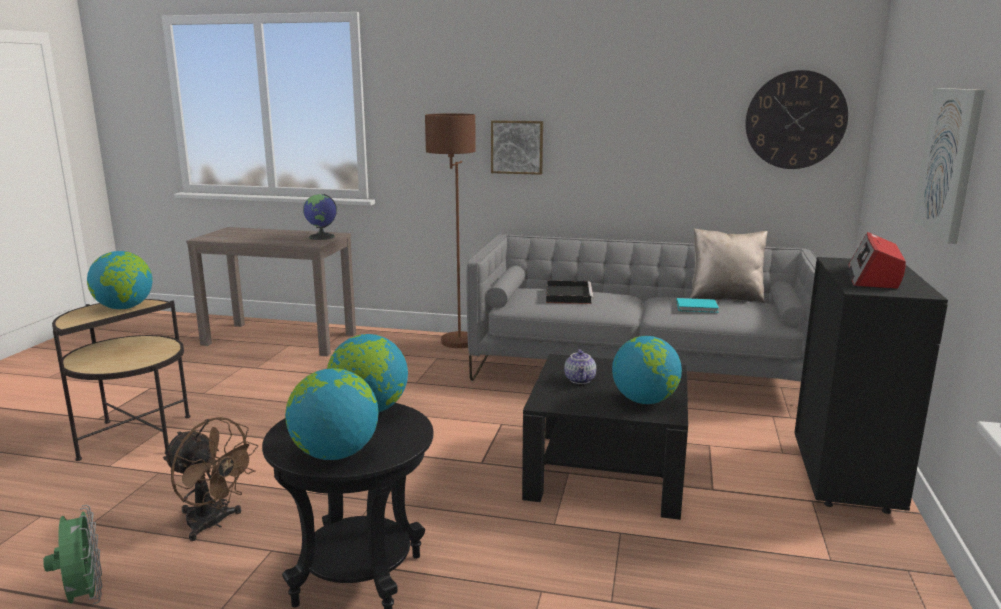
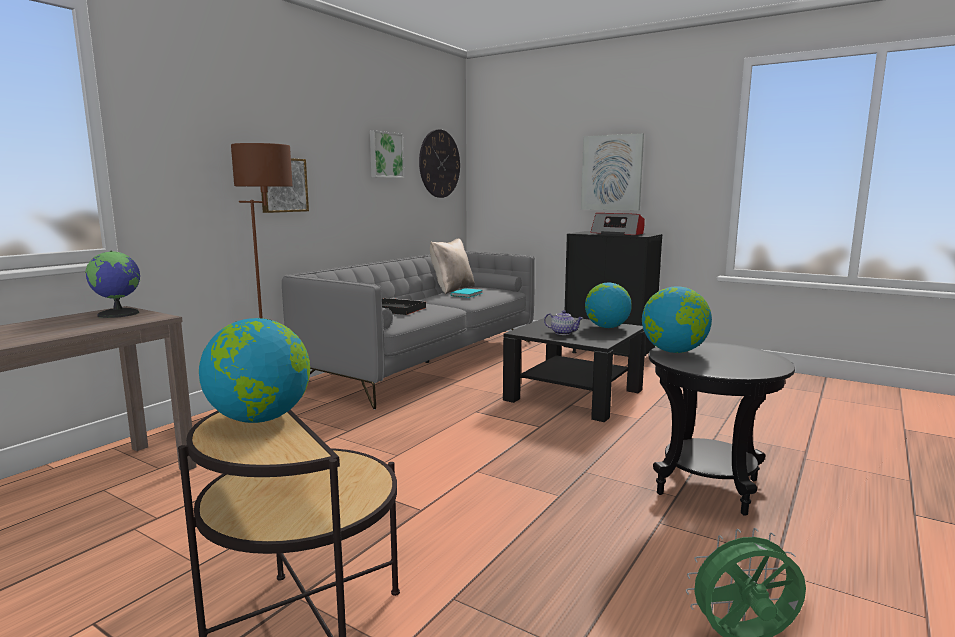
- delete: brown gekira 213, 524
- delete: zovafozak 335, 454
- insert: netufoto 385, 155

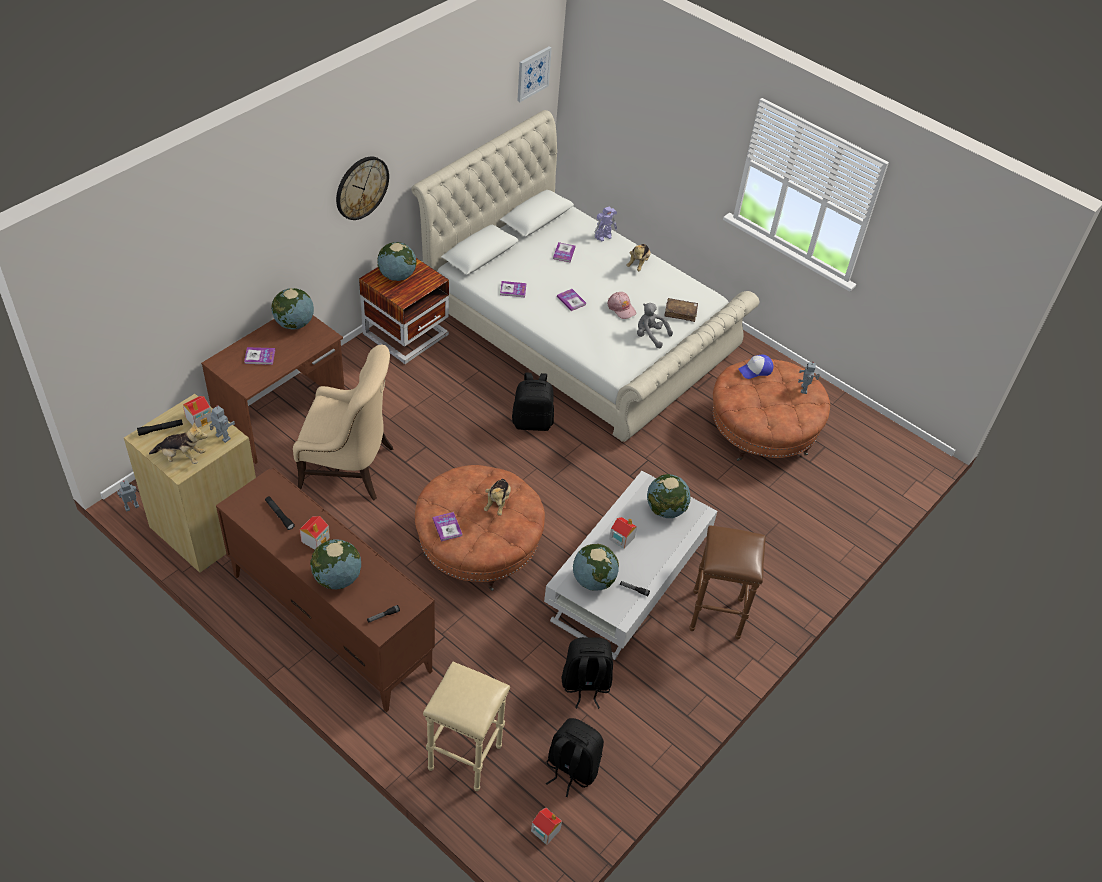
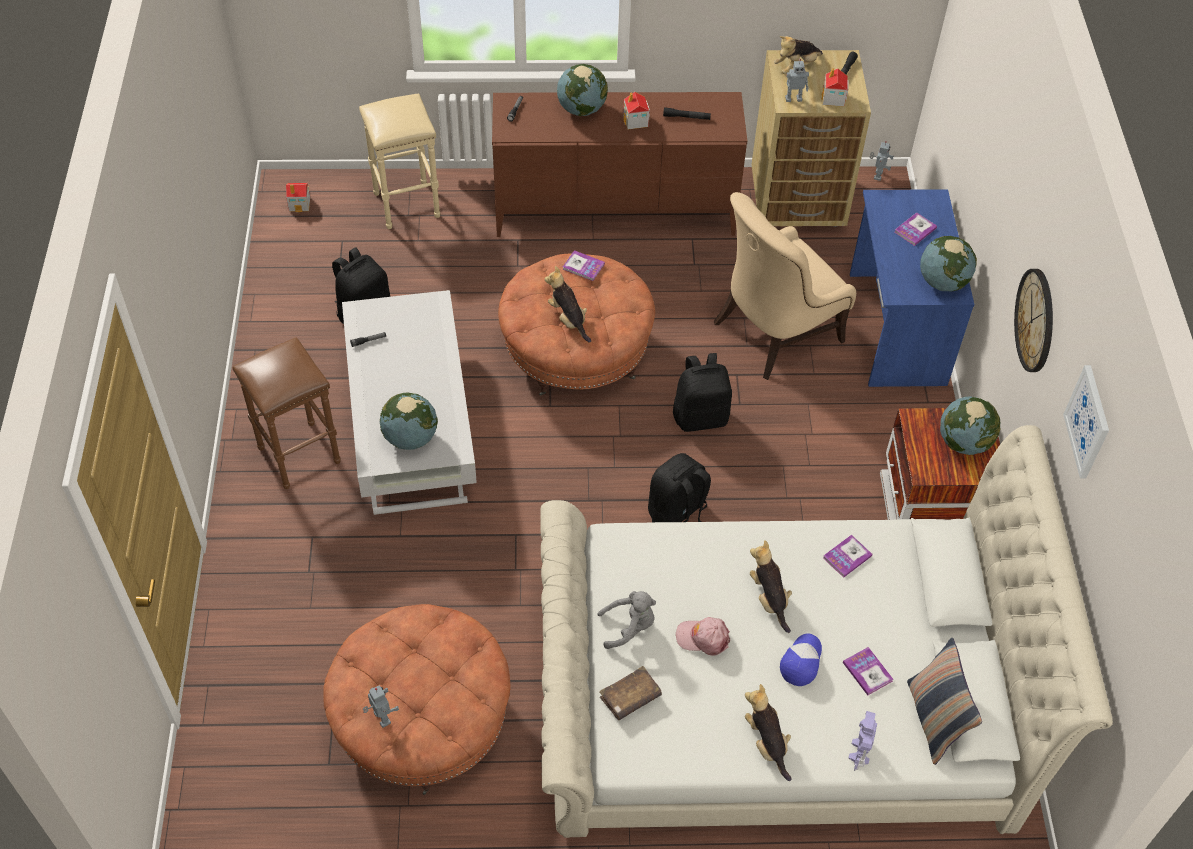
- delete: zovafozak 593, 580
- delete: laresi 621, 538
- insert: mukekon 933, 720
- move: netufoto 533, 73 to 1088, 422
- move: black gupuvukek 571, 769 to 701, 416
- move: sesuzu 755, 370 to 801, 661
- replace: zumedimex 571, 300 to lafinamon 769, 598
- recolor: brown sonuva 283, 417 to blue sonuva 895, 329

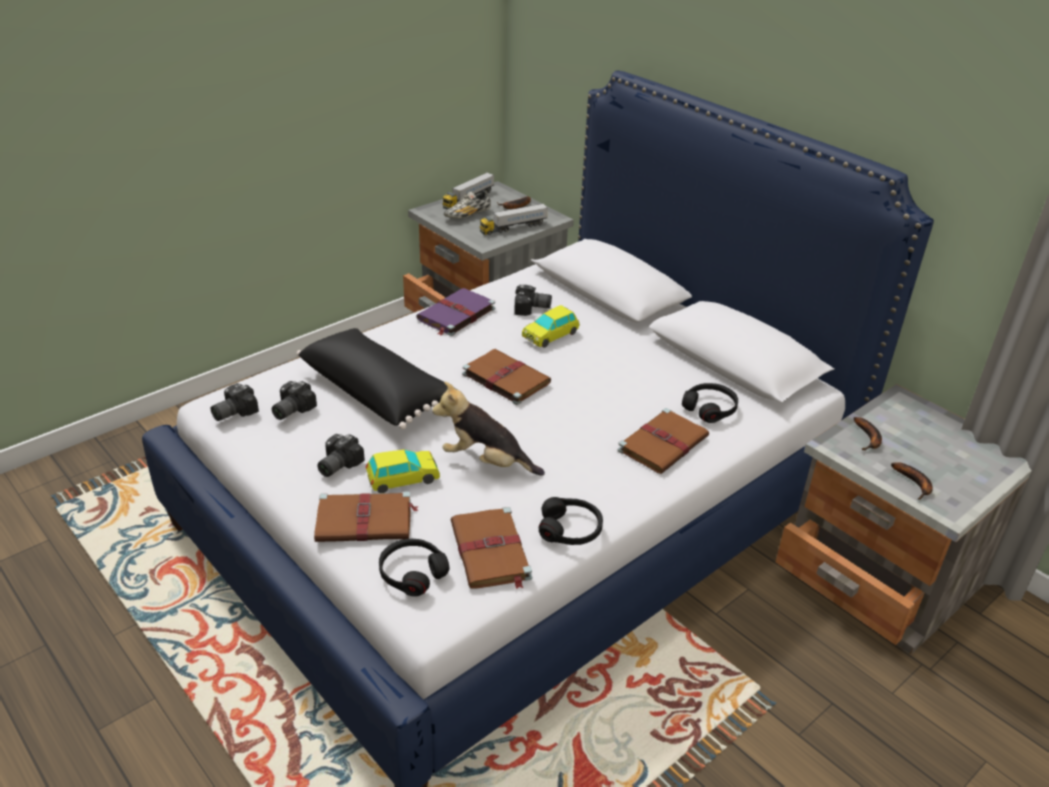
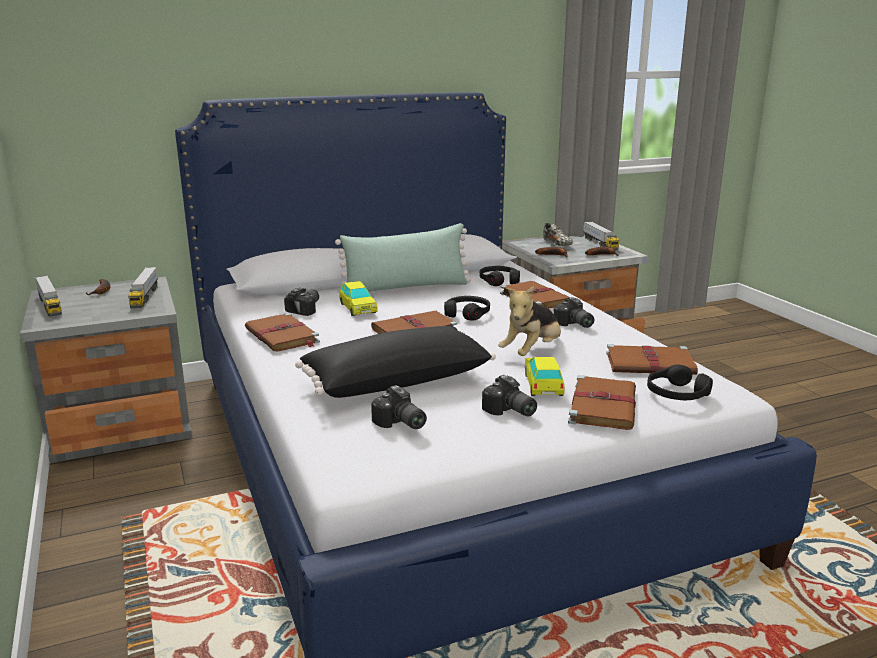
- insert: green mukekon 406, 288
- insert: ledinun 600, 243
- move: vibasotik 232, 412 to 573, 324
- move: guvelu 467, 215 to 557, 244
- move: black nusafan 570, 529 to 467, 314
- recolor: purple zumedimex 455, 314 to brown zumedimex 282, 336

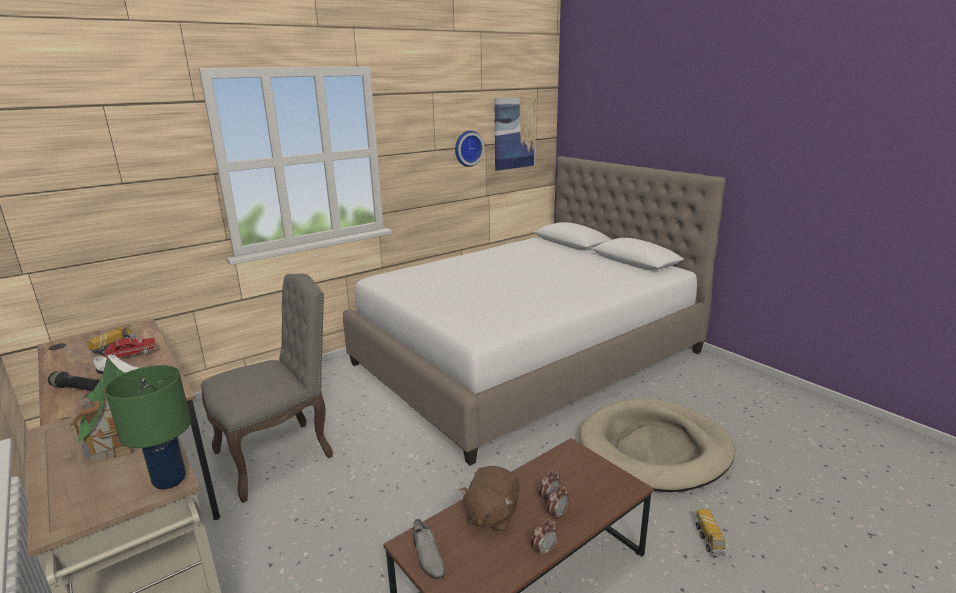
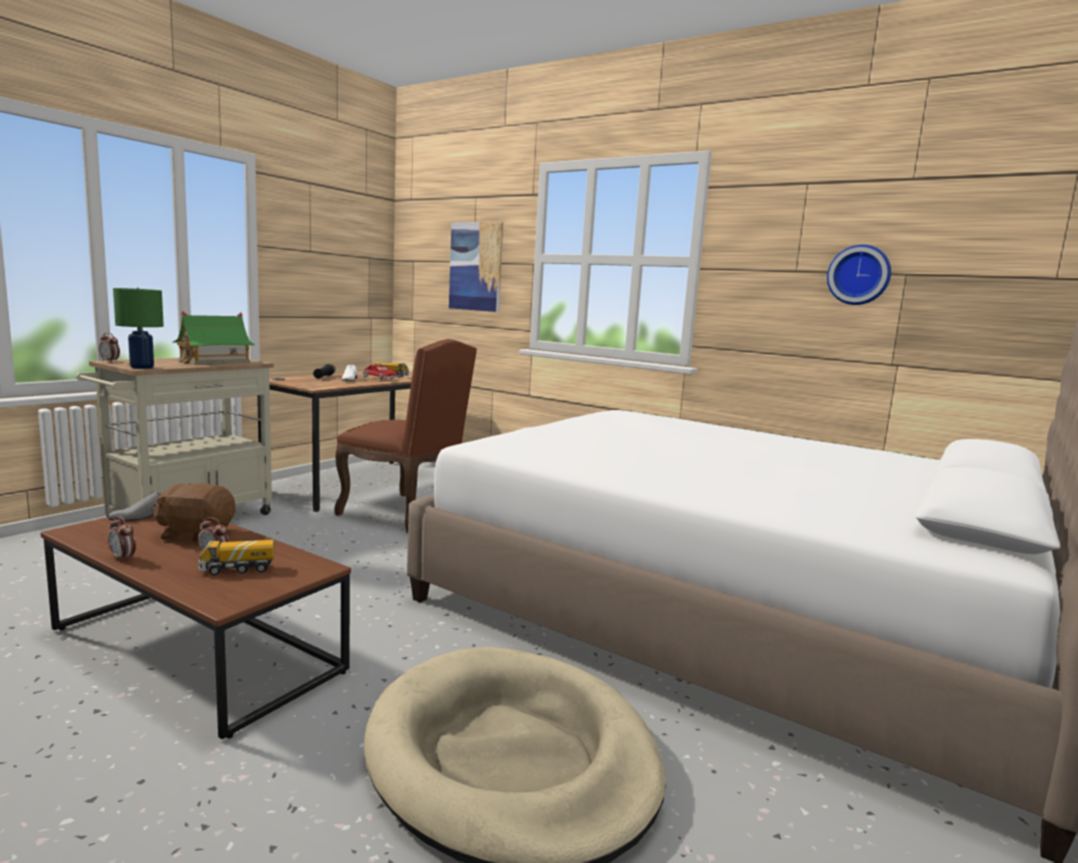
- move: netufoto 514, 133 to 476, 266
- move: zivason 557, 514 to 110, 361
- move: ledinun 709, 540 to 237, 569
- recolor: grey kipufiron 277, 455 to brown kipufiron 404, 514

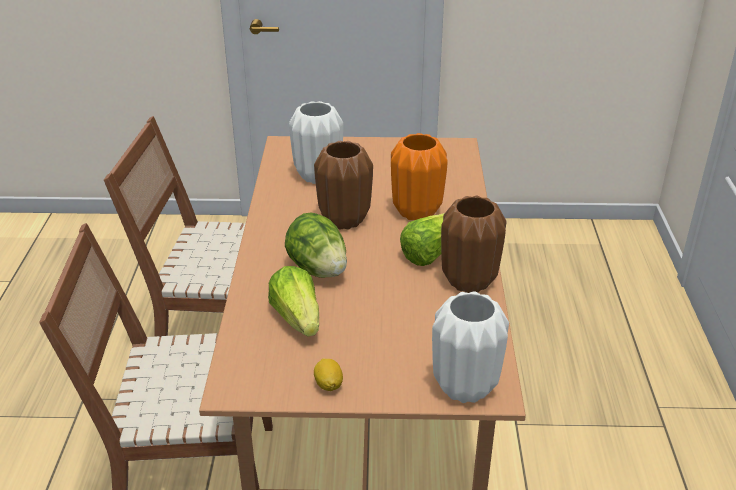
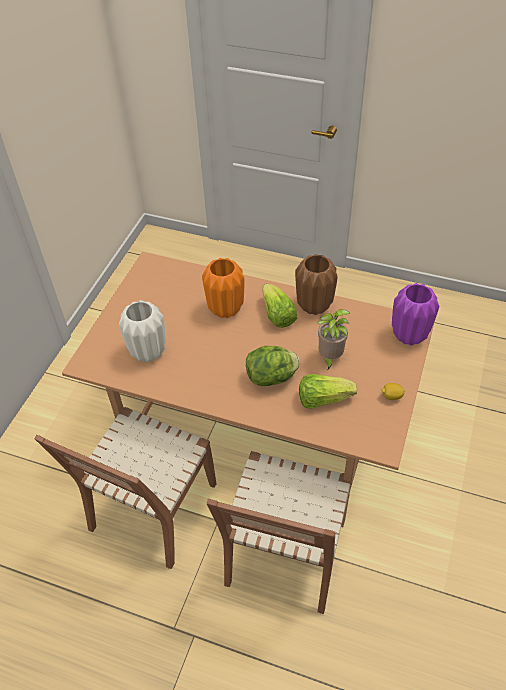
- delete: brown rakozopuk 344, 220
- insert: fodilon 329, 358
- recolor: white rakozopuk 466, 387 to purple rakozopuk 409, 335

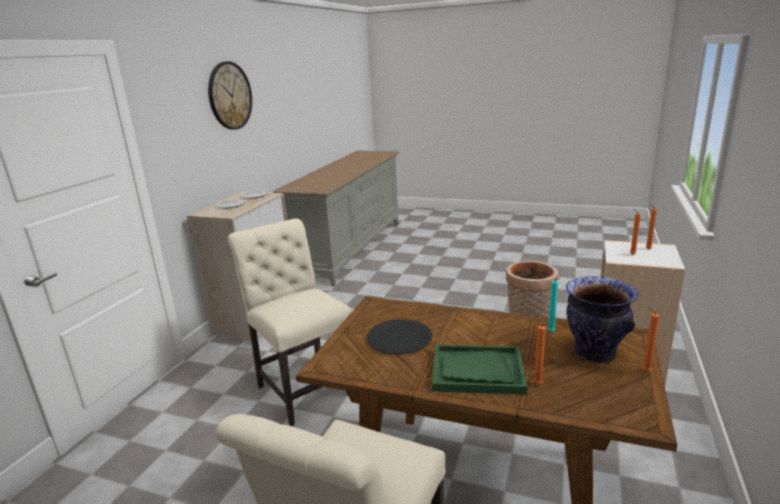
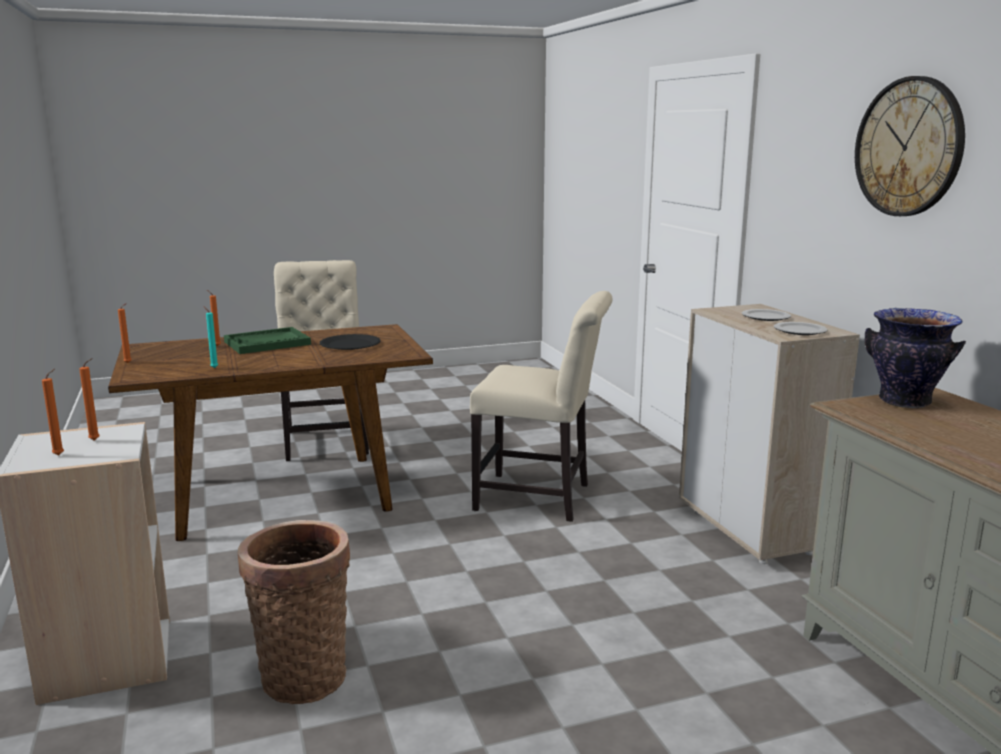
- move: rakozopuk 595, 353 to 904, 402

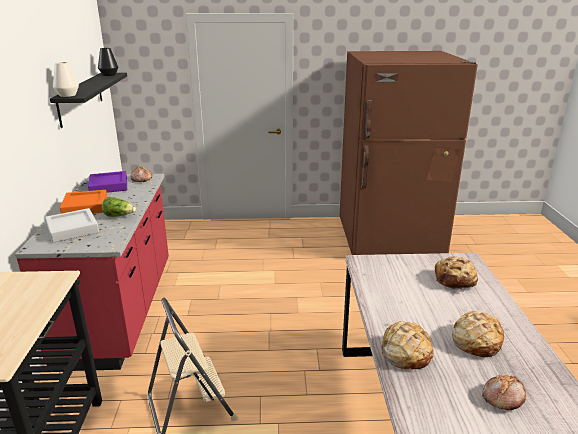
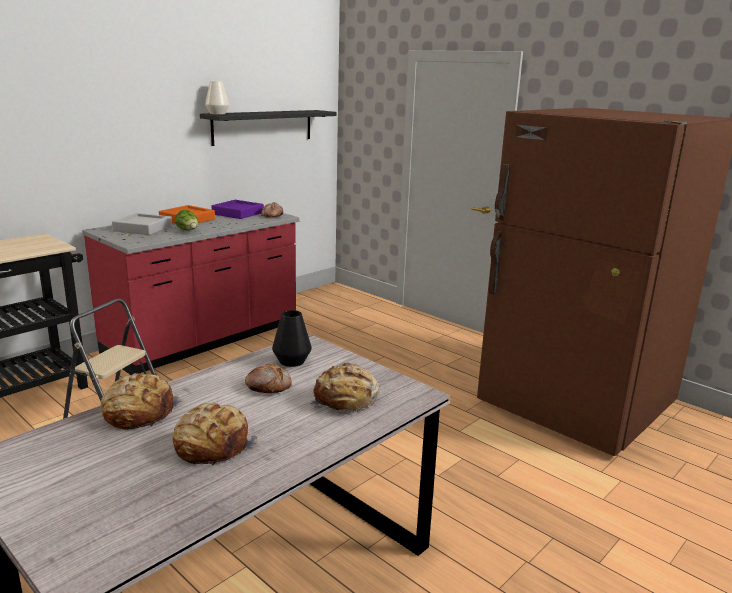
- move: black rakozopuk 109, 75 to 292, 361
- move: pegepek 502, 397 to 268, 386

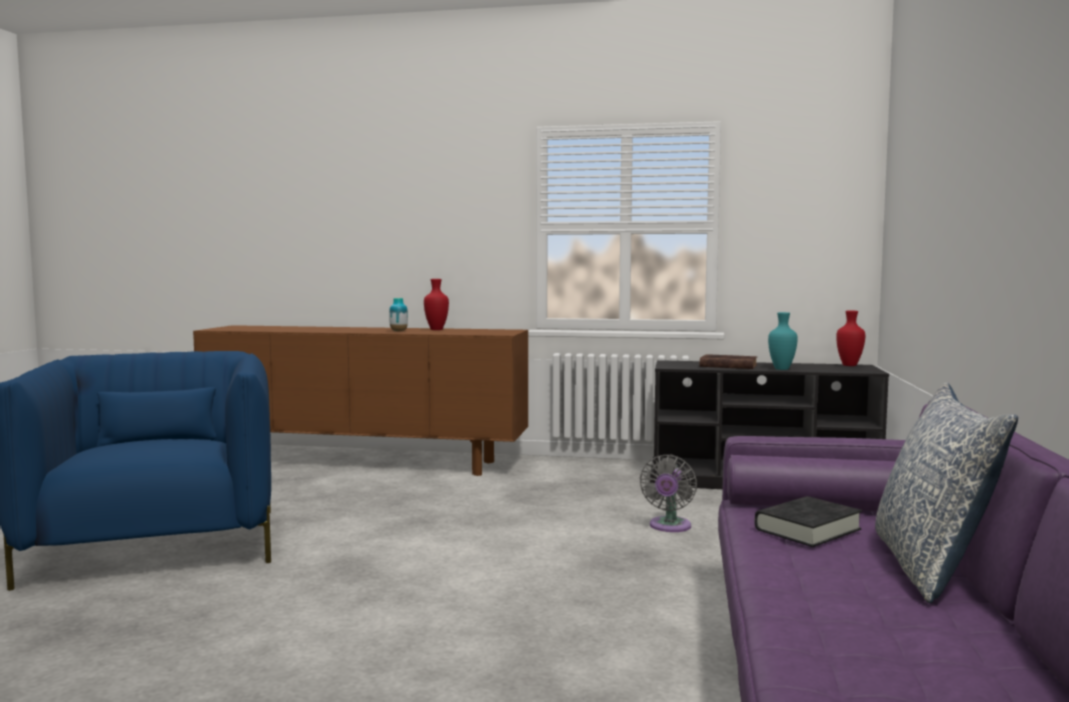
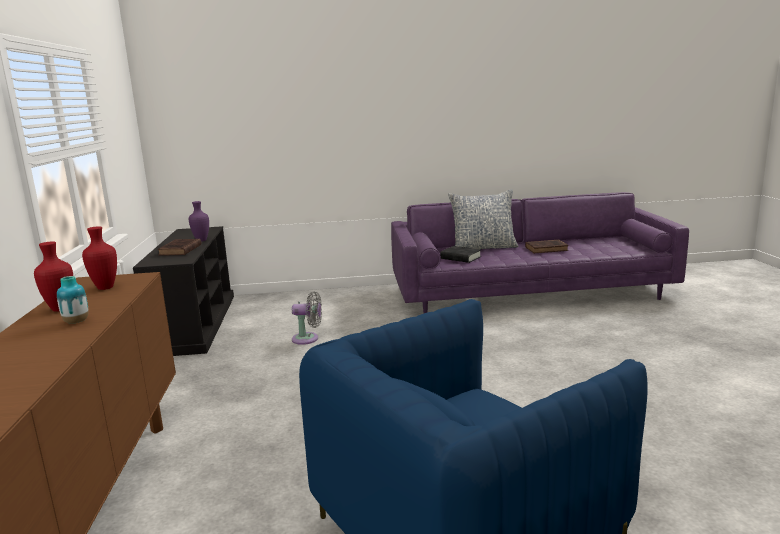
- insert: brown zumedimex 547, 249
- move: red rakozopuk 848, 365 to 104, 288
- recolor: turquoise rakozopuk 782, 369 to purple rakozopuk 201, 240

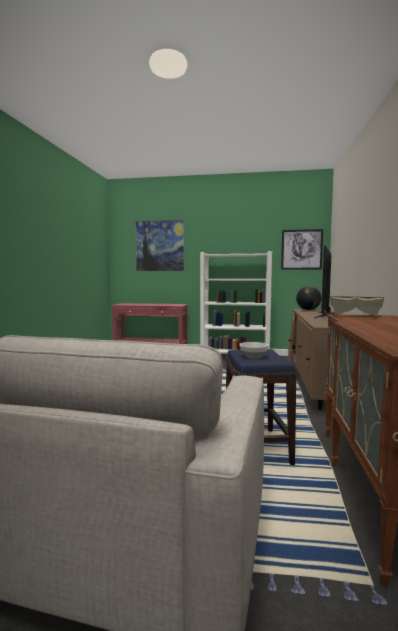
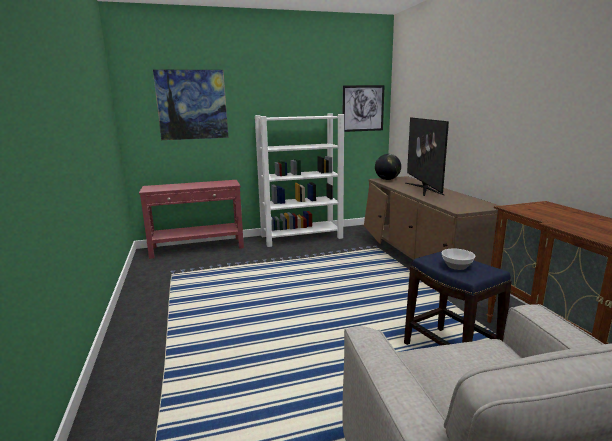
- delete: zumedimex 355, 316

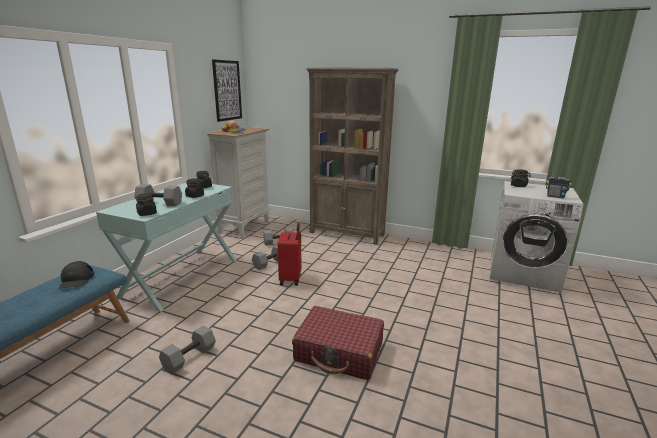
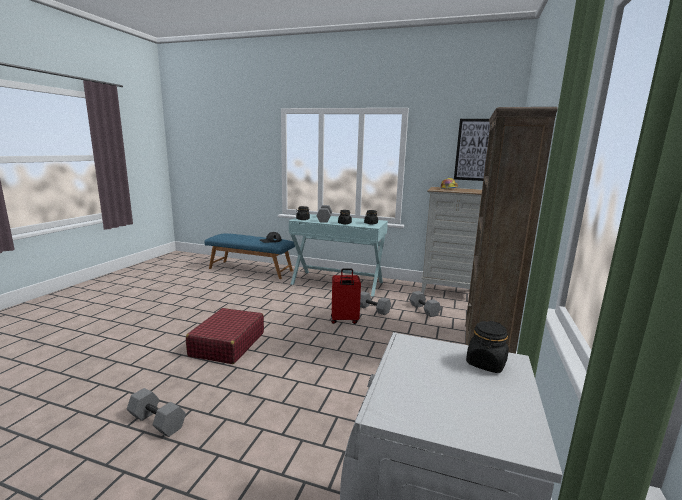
- delete: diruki 555, 196
- move: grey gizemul 189, 358 to 156, 422

